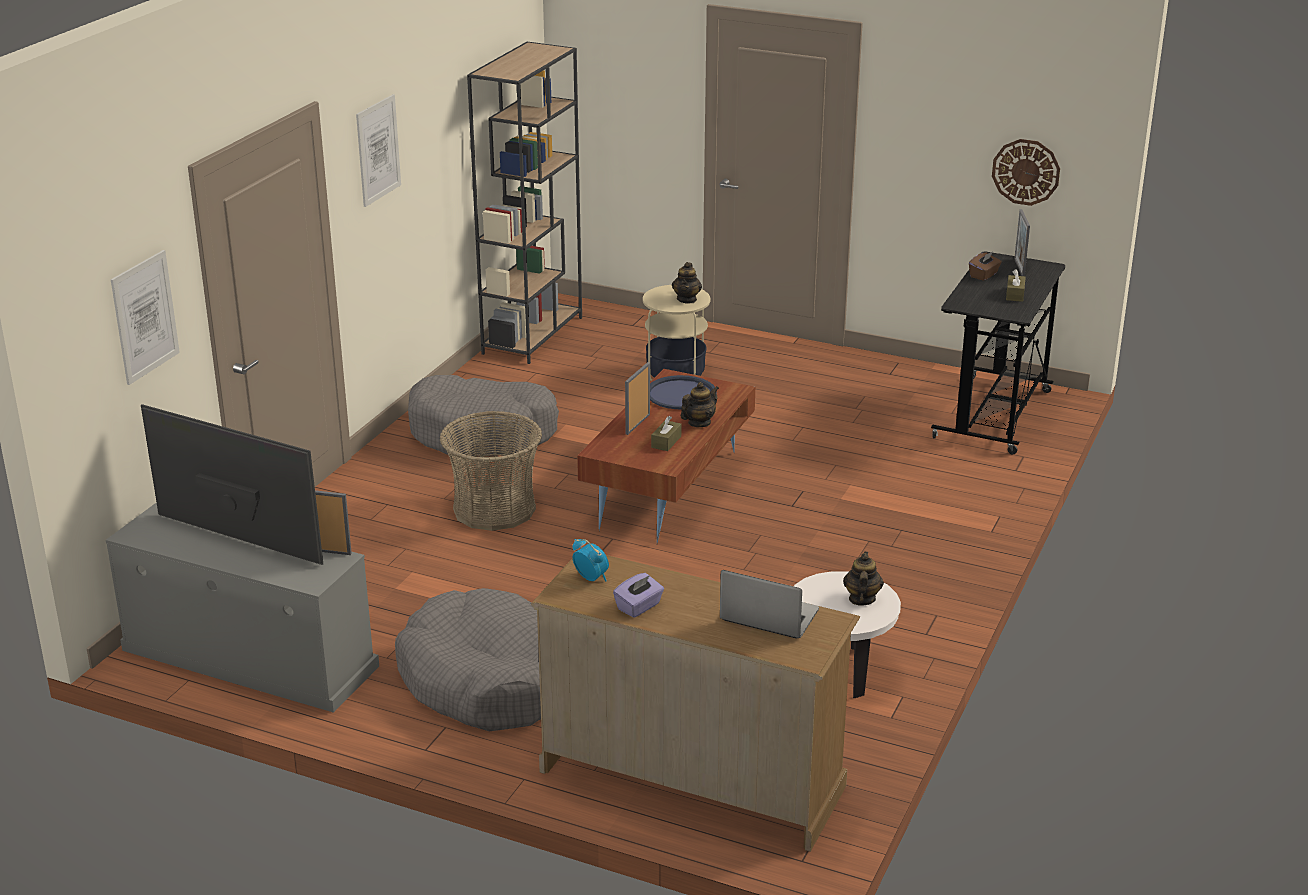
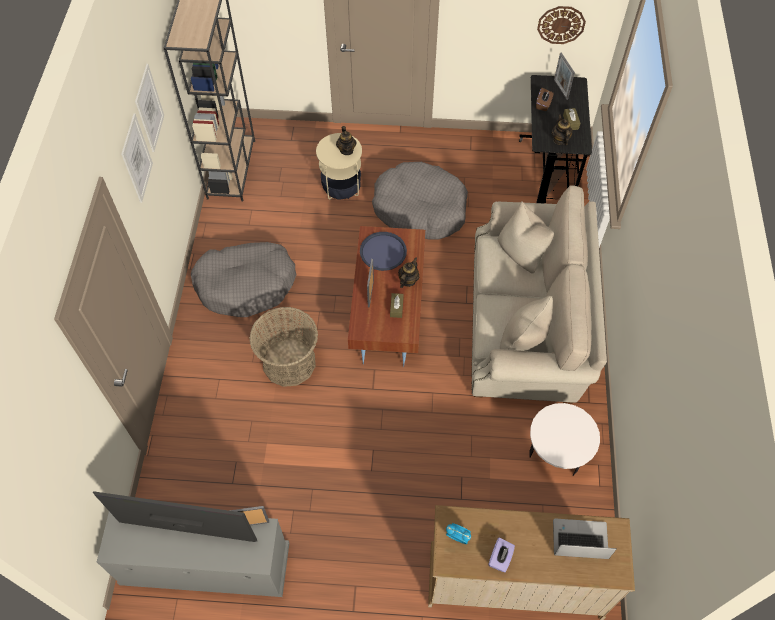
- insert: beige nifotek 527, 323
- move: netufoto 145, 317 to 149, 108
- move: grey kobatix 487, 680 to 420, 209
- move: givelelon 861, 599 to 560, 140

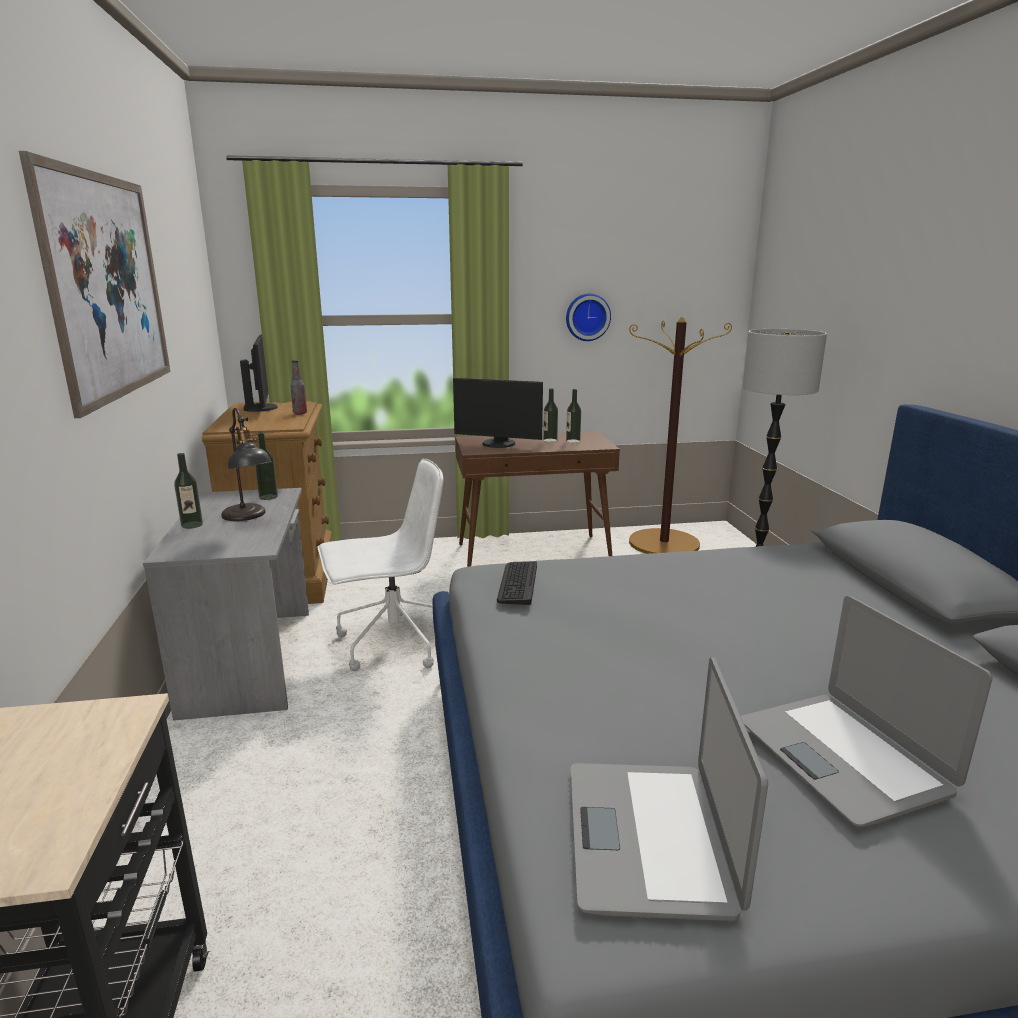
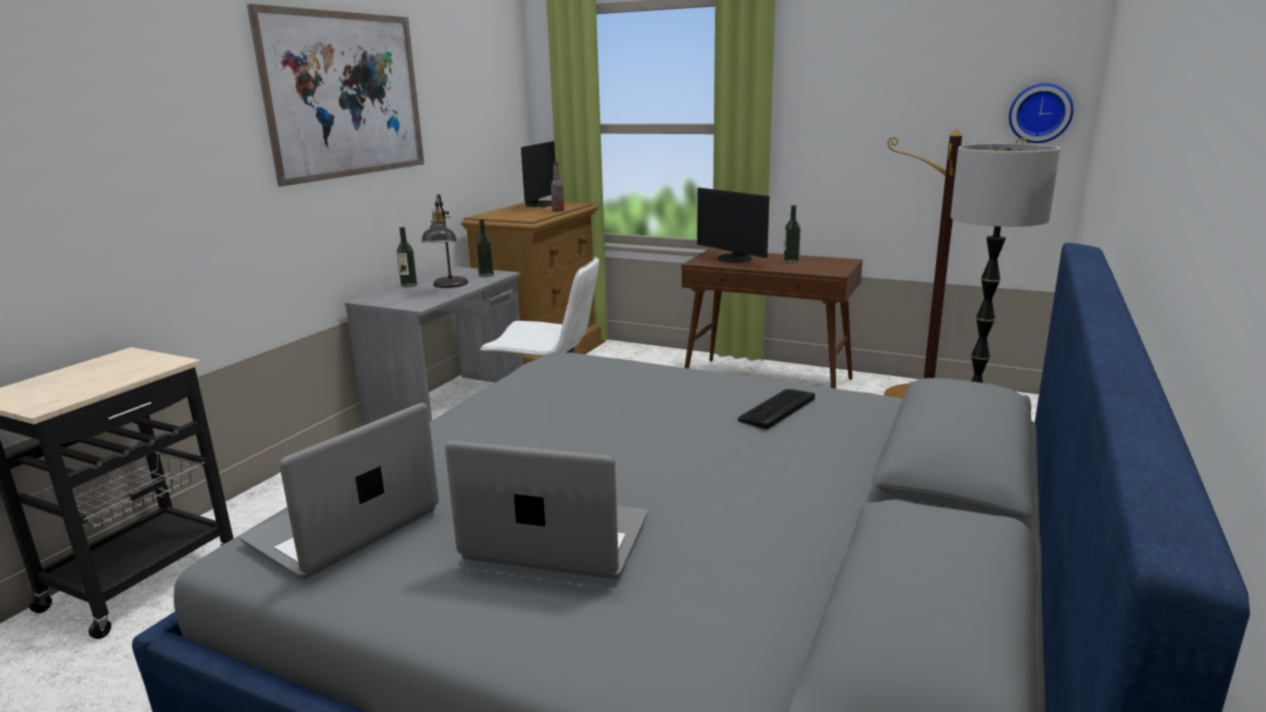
- delete: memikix 573, 441
- move: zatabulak 517, 583 to 776, 409
- move: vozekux 587, 317 to 1040, 113
- rotate: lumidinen 843, 756 = 556, 540 90 degrees clockwise

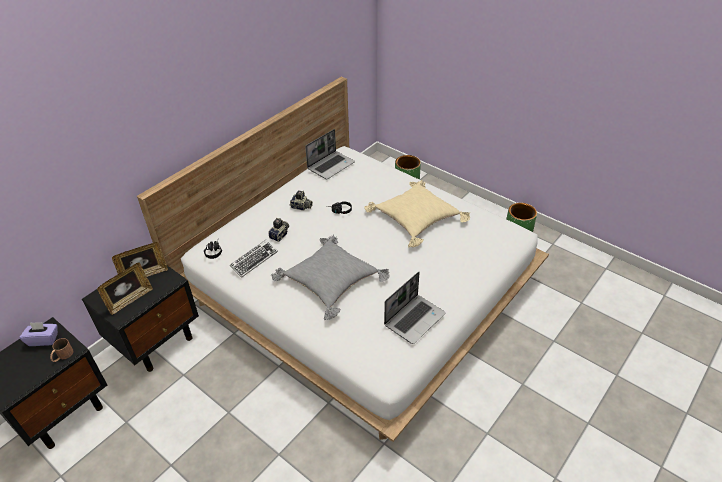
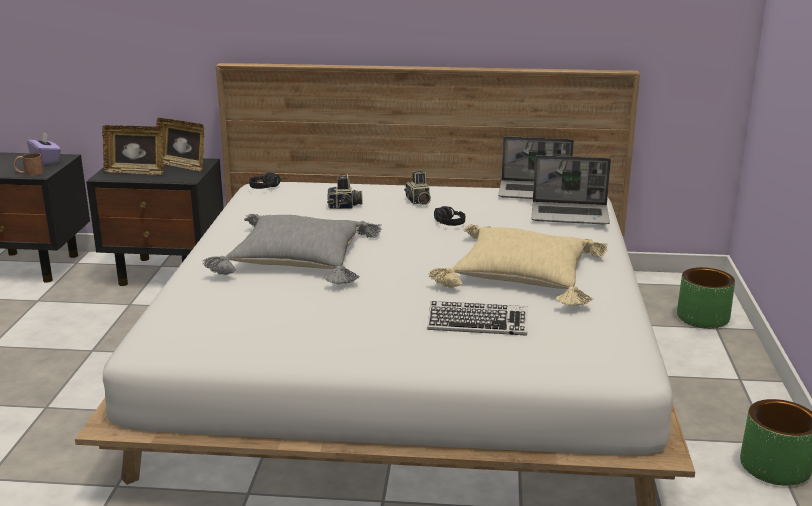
- move: zatabulak 254, 260 to 477, 324
- move: lumidinen 414, 319 to 570, 215

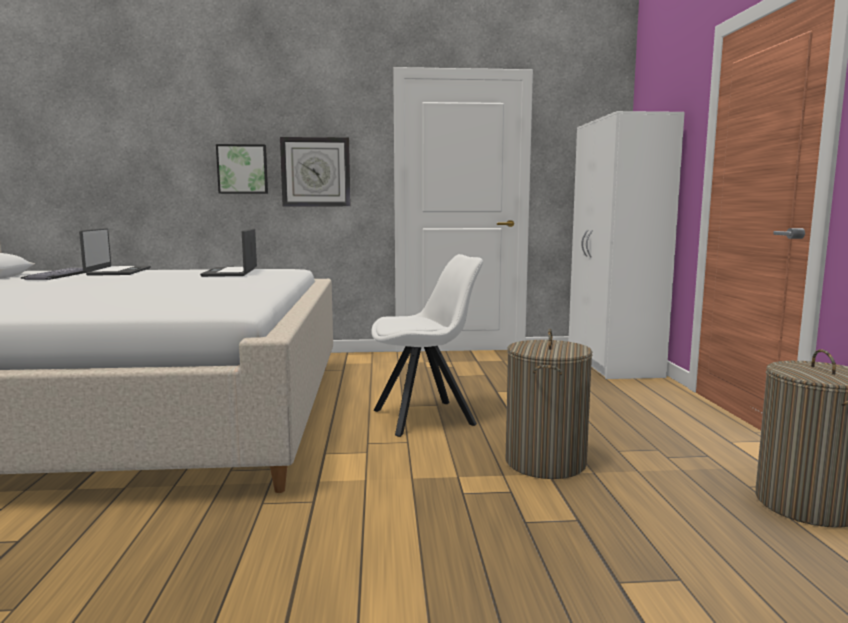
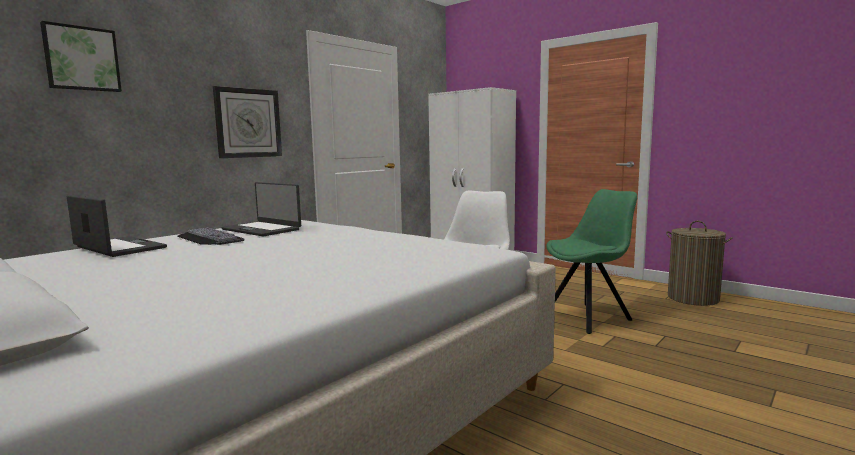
- move: zatabulak 55, 275 to 207, 238
- move: netufoto 242, 169 to 81, 59
- replace: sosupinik 545, 462 to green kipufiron 587, 317

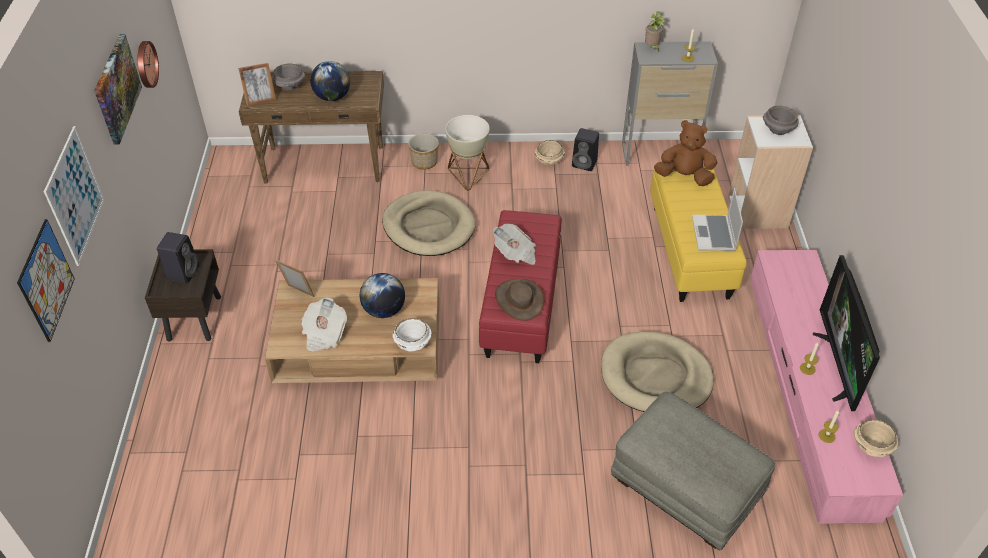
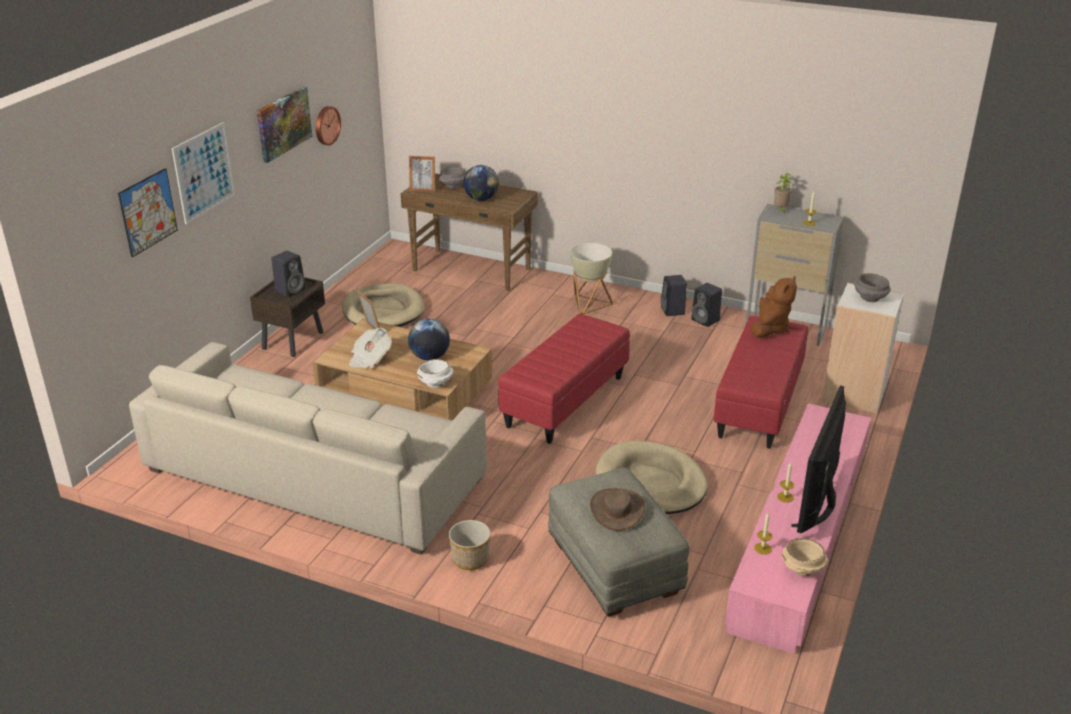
- delete: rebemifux 515, 253
- delete: lumidinen 714, 234
- insert: beige nifotek 314, 474
- move: beige kobatix 428, 227 to 383, 310
- move: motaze 424, 162 to 470, 559
- move: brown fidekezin 519, 300 to 617, 509
- replace: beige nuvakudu 549, 161 to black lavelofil 673, 311
- recolor: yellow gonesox 691, 252 to red gonesox 759, 406
- rotate: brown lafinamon 684, 176 = 770, 329 75 degrees clockwise

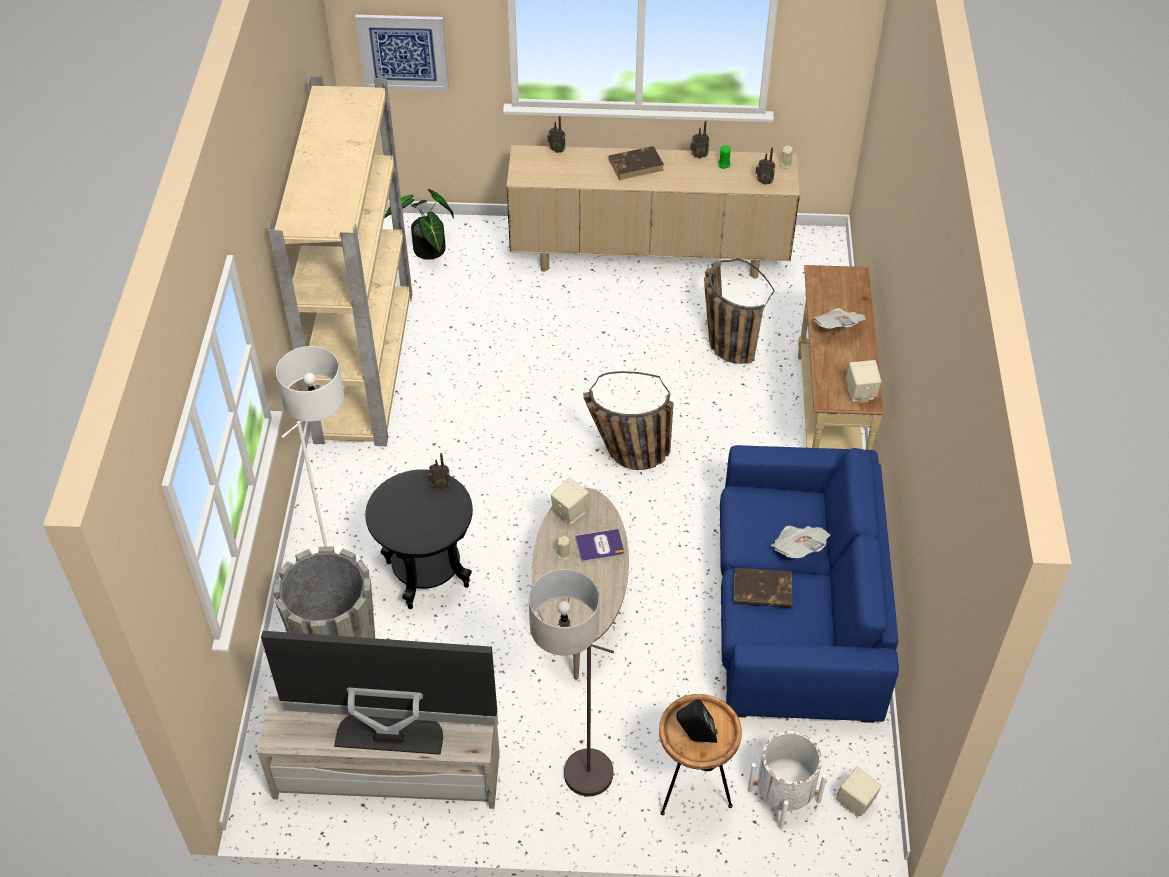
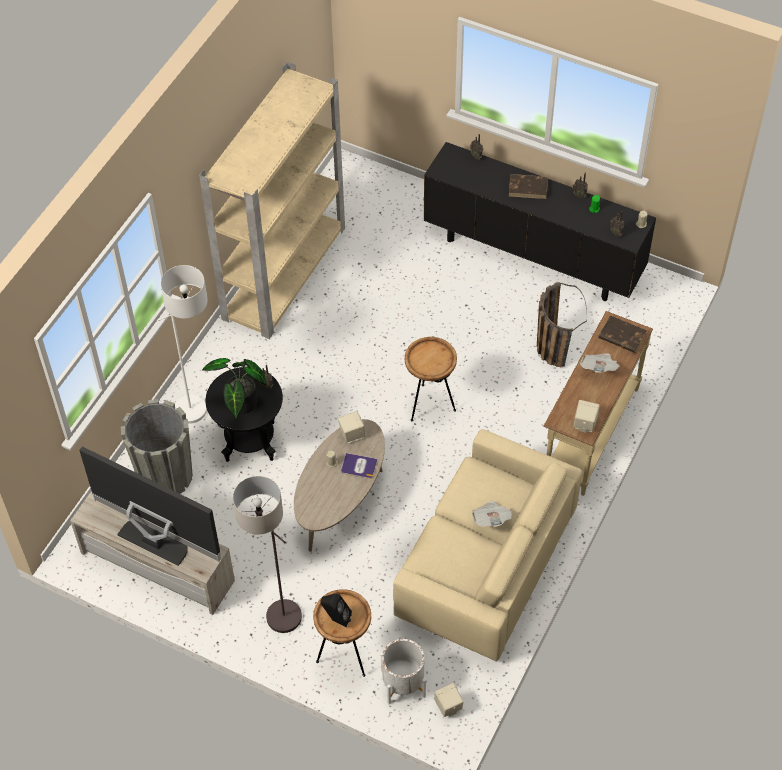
- delete: netufoto 403, 52
- move: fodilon 428, 252 to 240, 405
- move: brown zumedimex 761, 590 to 621, 336
- replace: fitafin 625, 455 to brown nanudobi 430, 405
- recolor: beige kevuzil 649, 257 to black kevuzil 533, 256
- recolor: blue nifotek 795, 611 to beige nifotek 484, 562

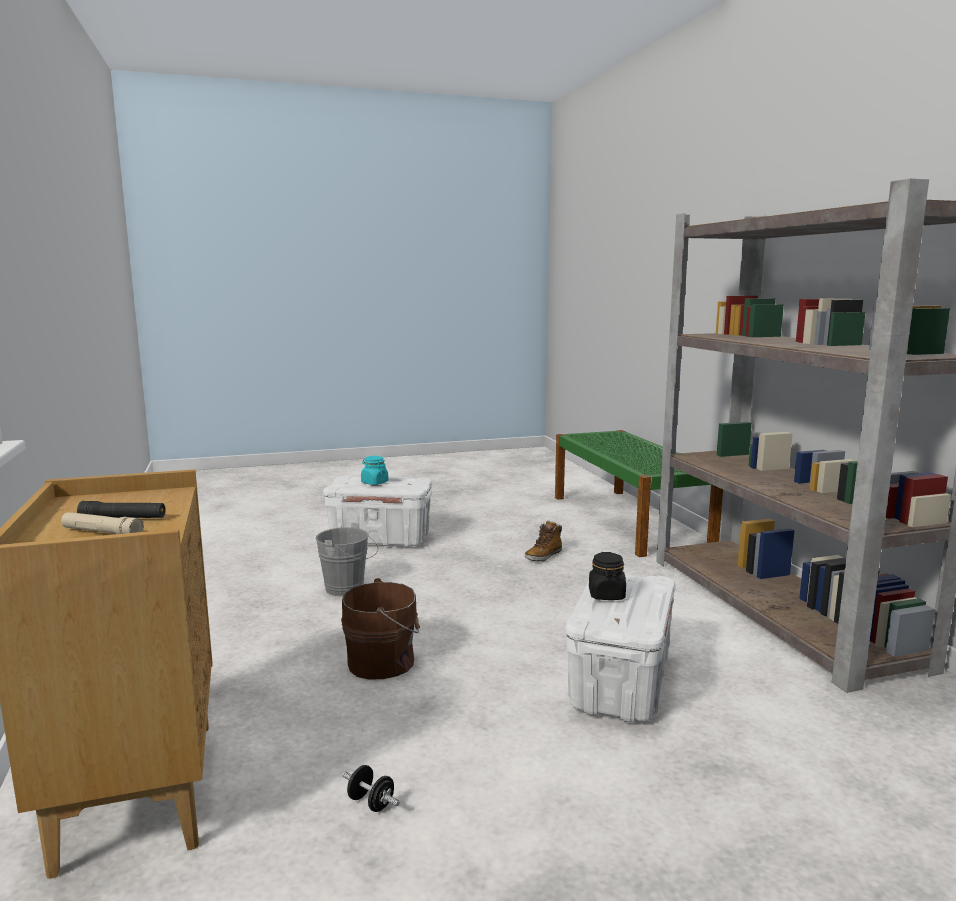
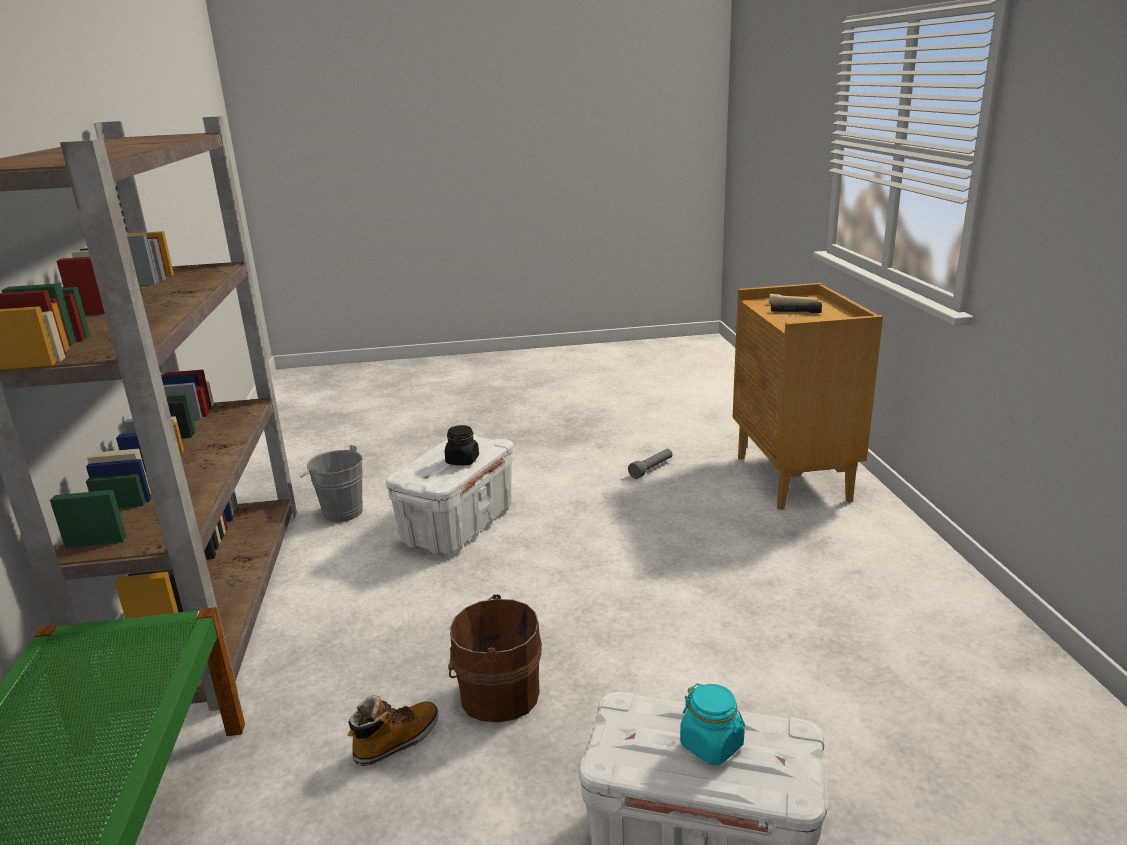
- move: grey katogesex 348, 589 to 339, 512
- move: brown katogesex 384, 662 to 496, 694
- replace: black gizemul 371, 803 to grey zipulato 651, 469

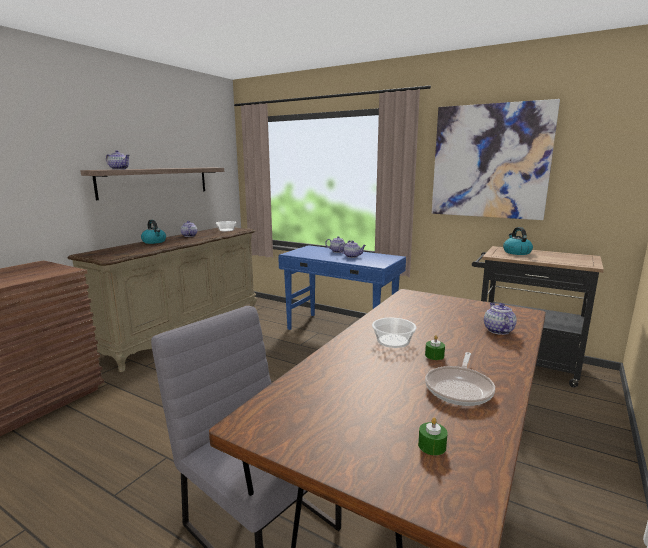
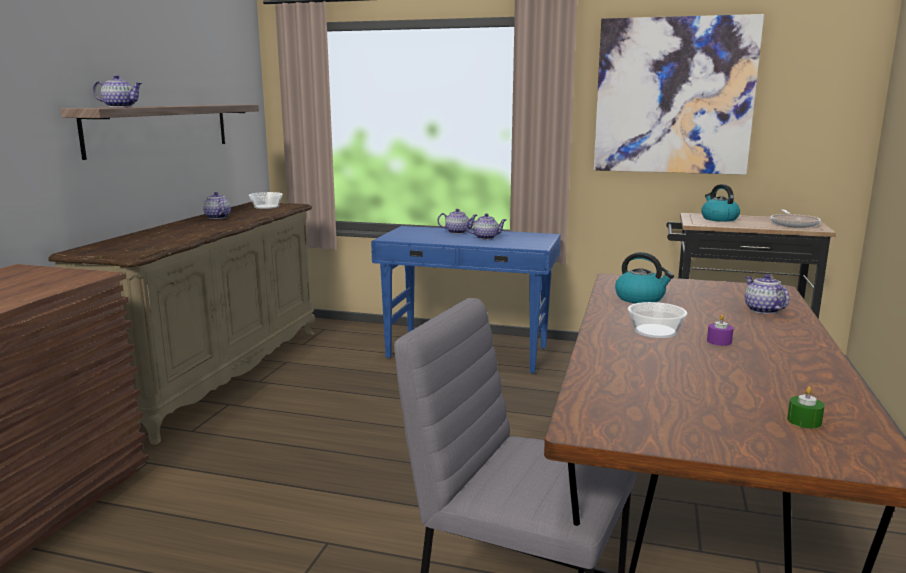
- move: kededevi 154, 242 to 640, 298
- move: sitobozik 459, 388 to 793, 224
- recolor: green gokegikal 434, 355 to purple gokegikal 719, 341

